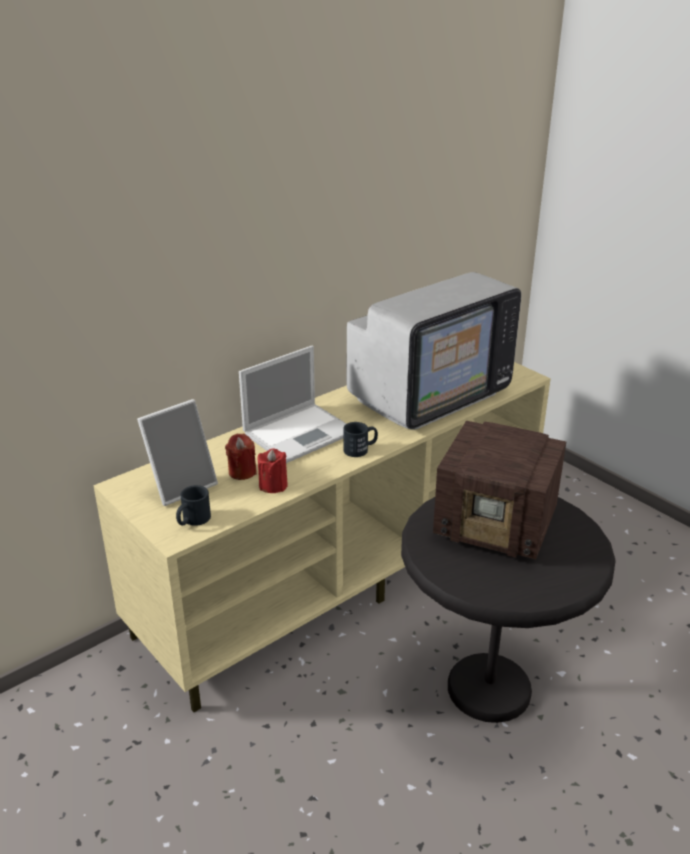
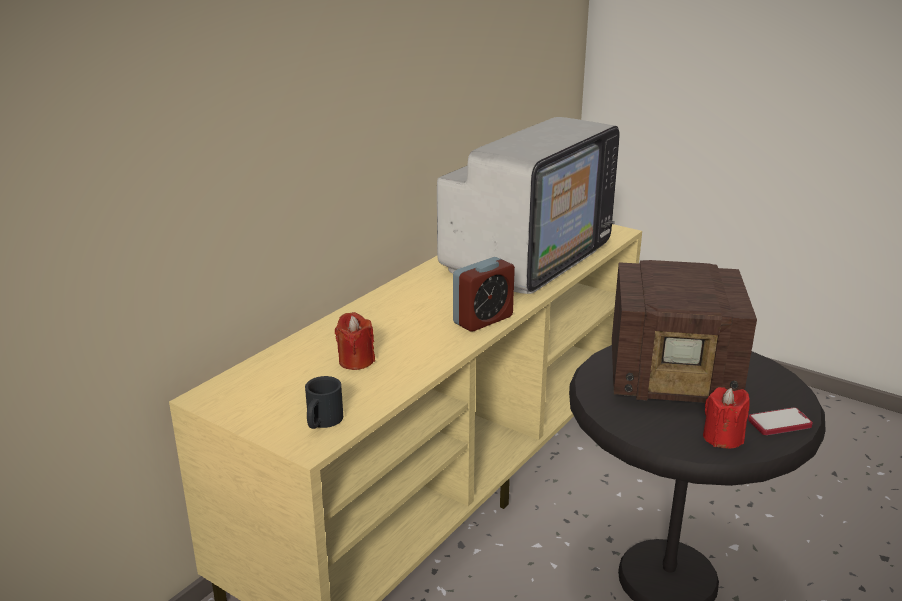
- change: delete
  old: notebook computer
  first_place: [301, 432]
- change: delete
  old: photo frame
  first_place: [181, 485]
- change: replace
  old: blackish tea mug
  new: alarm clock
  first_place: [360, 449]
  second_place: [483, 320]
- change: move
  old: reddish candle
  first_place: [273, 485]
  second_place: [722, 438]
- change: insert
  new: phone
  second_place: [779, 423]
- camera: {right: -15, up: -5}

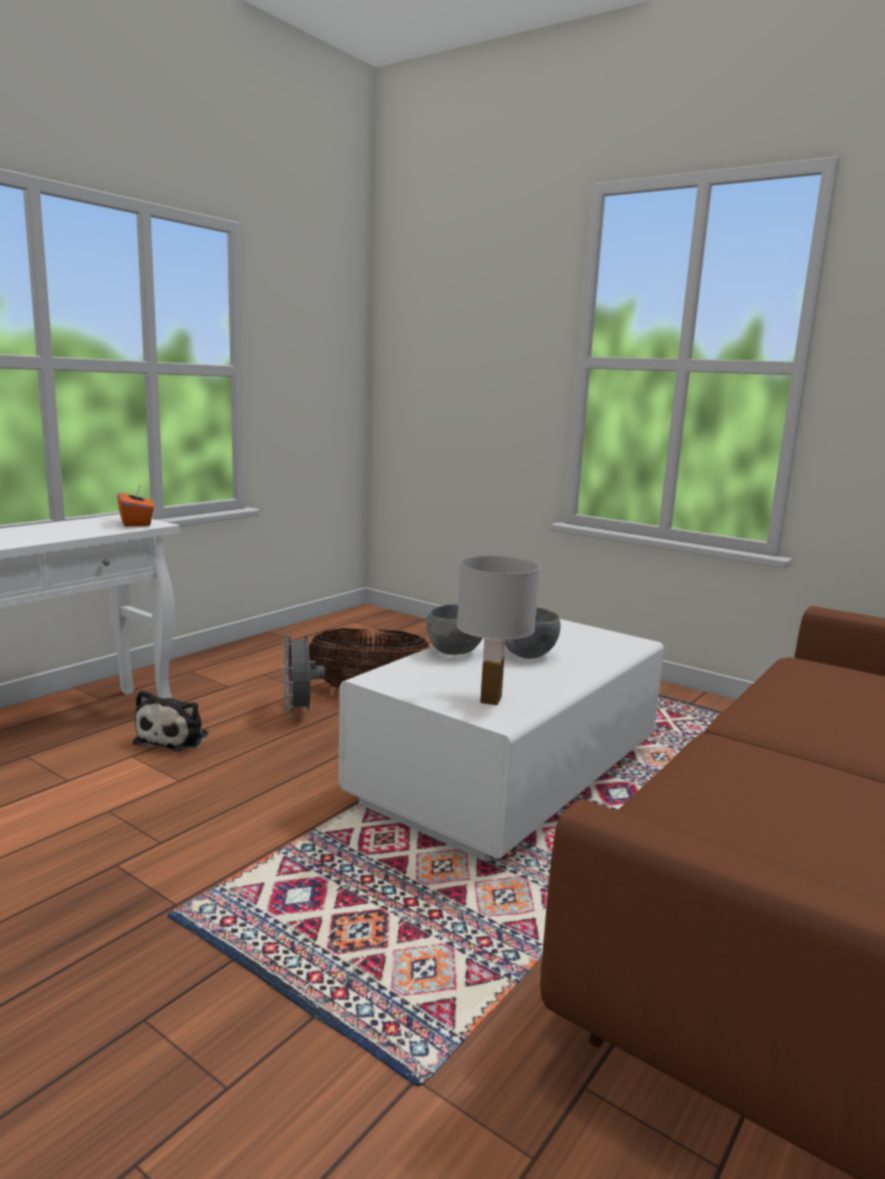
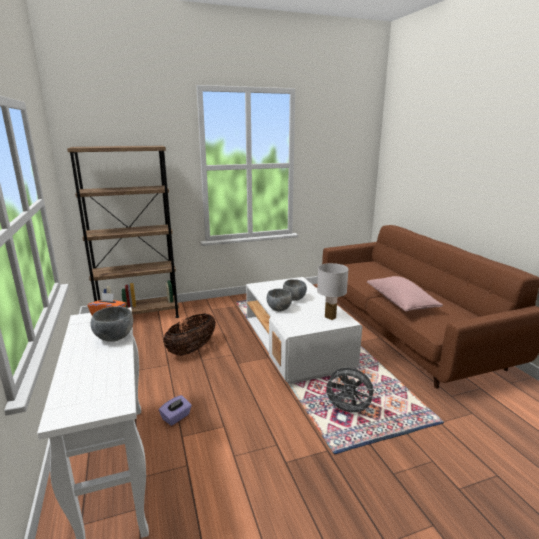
- change: move
  old: grey fan
  first_place: [299, 712]
  second_place: [348, 411]
- change: replace
  old: plush toy
  new: purple tissue holder
  first_place: [175, 738]
  second_place: [176, 417]
- change: insert
  new: brown-coloured bookcase
  second_place: [139, 316]
- change: insert
  new: pink-coloured pillow
  second_place: [400, 303]
- change: insert
  new: grey serving bowl
  second_place: [114, 337]
- camera: {right: -55, up: 5}

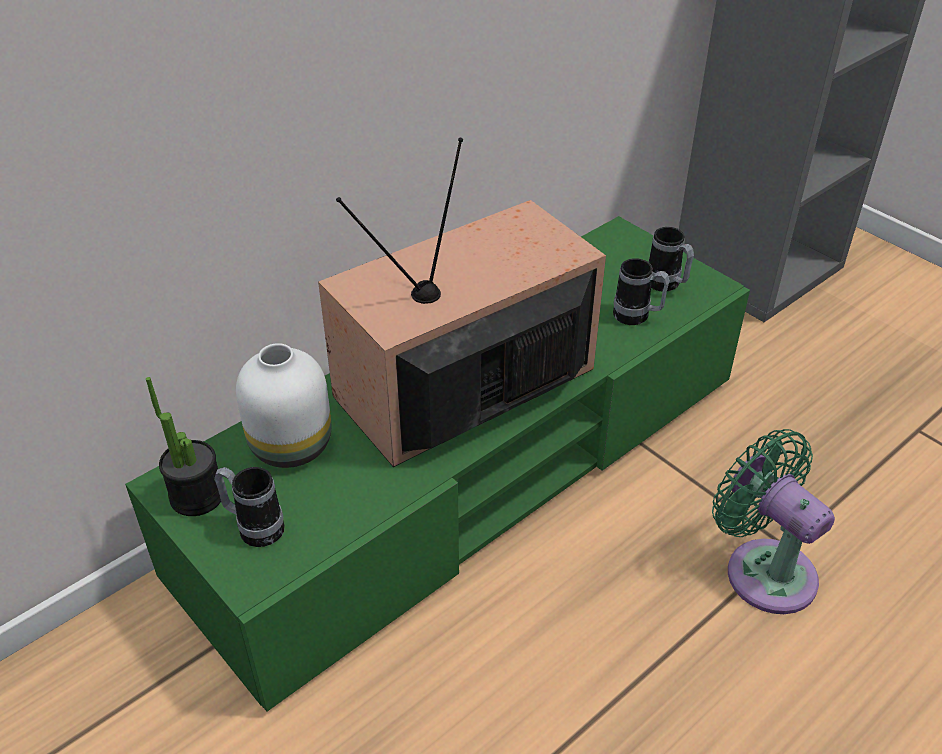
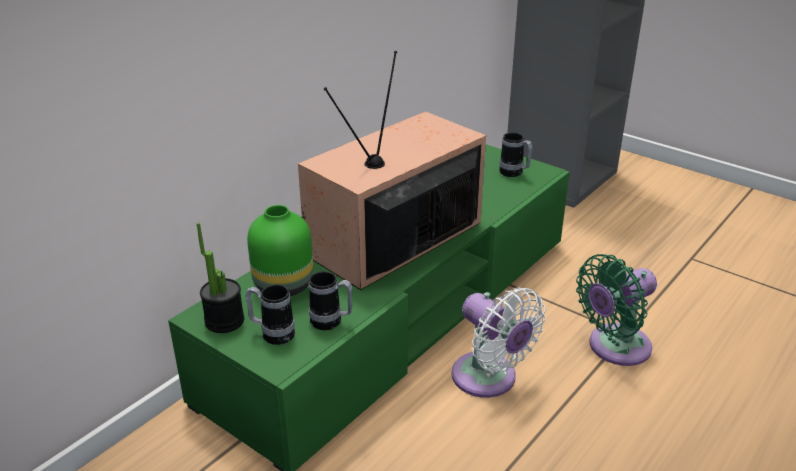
- change: move
  old: tea mug
  first_place: [637, 317]
  second_place: [331, 322]
- change: recolor
  old: whitish flower vase
  new: greenish flower vase
  first_place: [293, 445]
  second_place: [285, 285]
- change: rotate
  old: greenish fan
  first_place: [763, 569]
  second_place: [614, 348]
  degrees: -75
- change: insert
  new: whitish fan
  second_place: [489, 379]
- camera: {right: -10, up: -10}

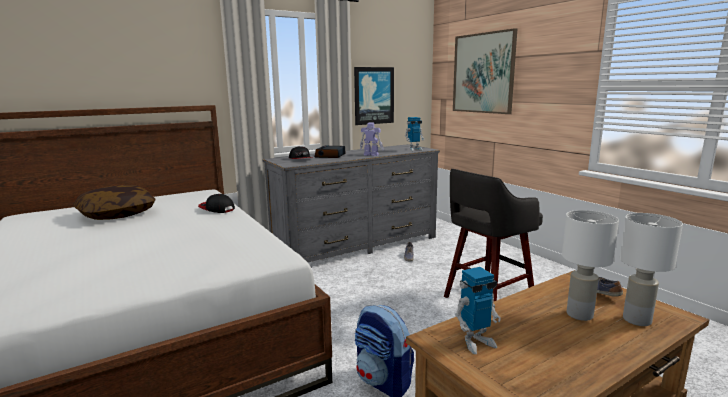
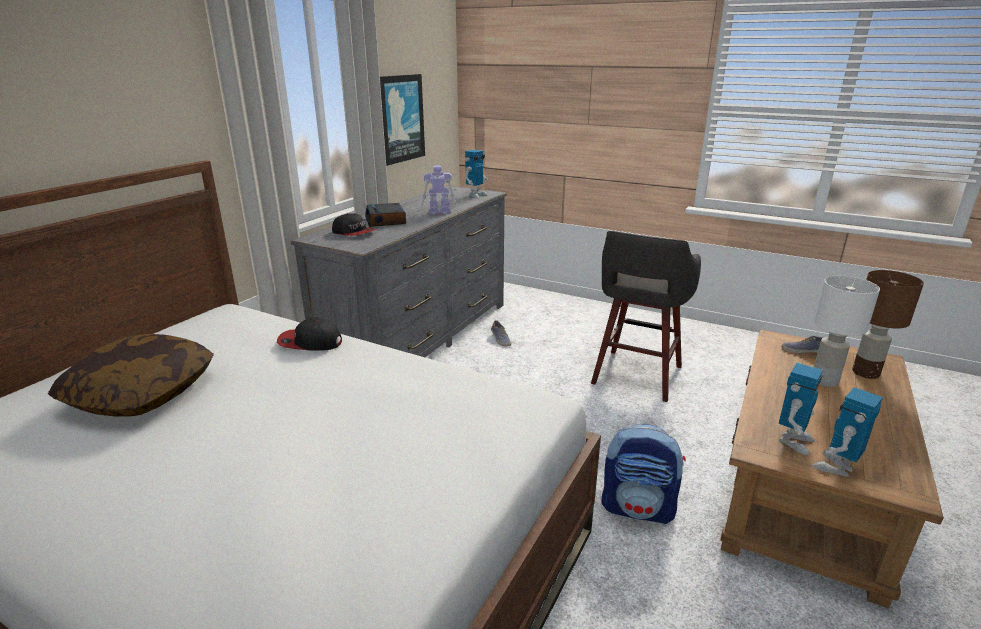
- change: delete
  old: picture
  first_place: [483, 73]
- change: recolor
  old: whitish table lamp
  new: brown-coloured table lamp
  first_place: [636, 320]
  second_place: [865, 373]
- change: insert
  new: model robot
  second_place: [836, 467]
- camera: {right: -30, up: 10}

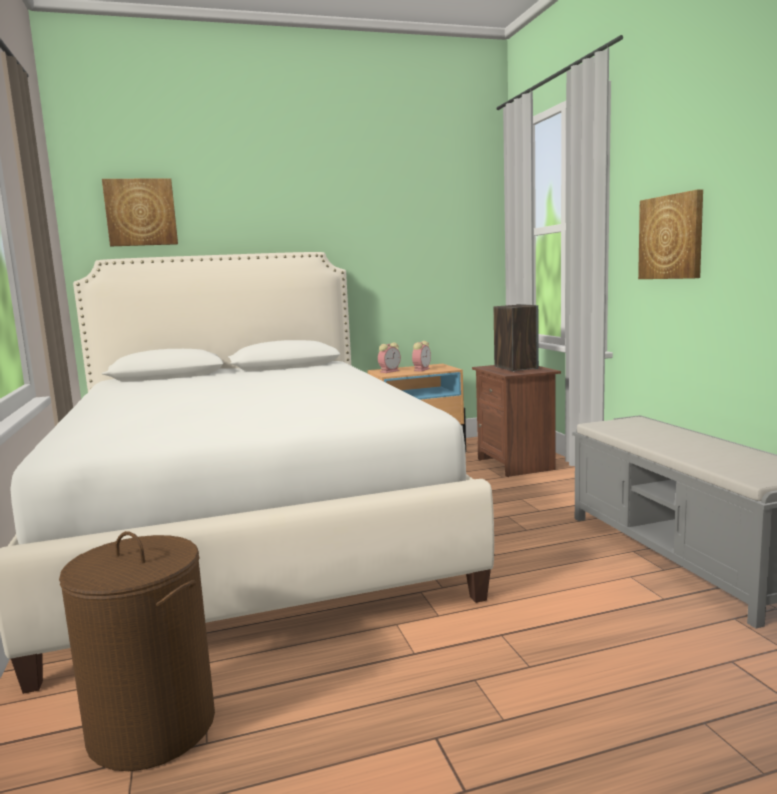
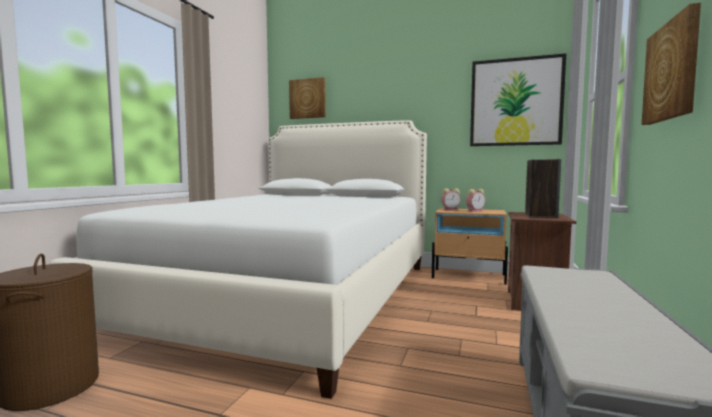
- change: insert
  new: picture
  second_place: [515, 102]
- camera: {right: 35, up: -5}

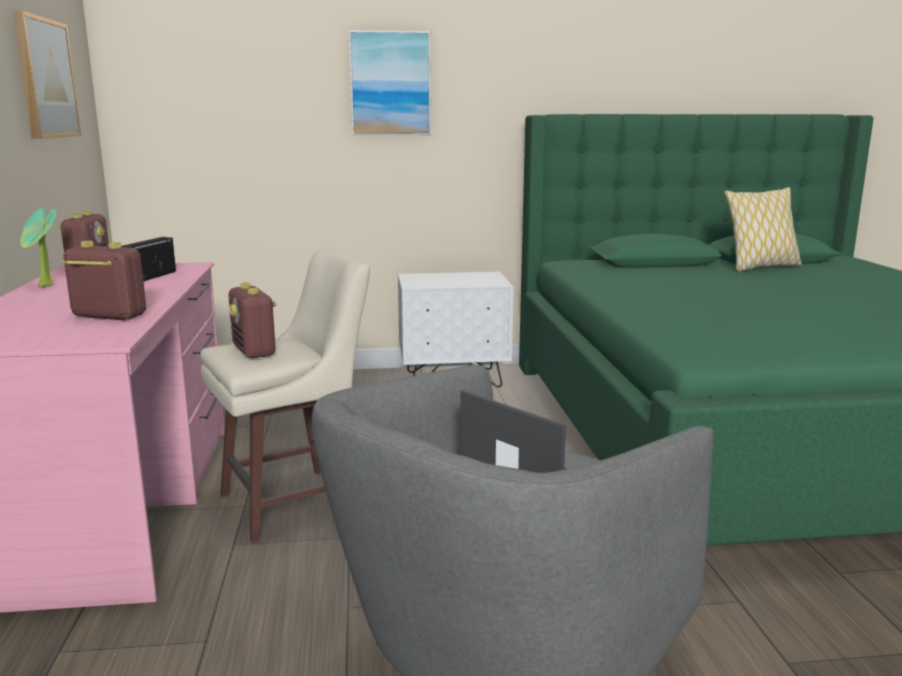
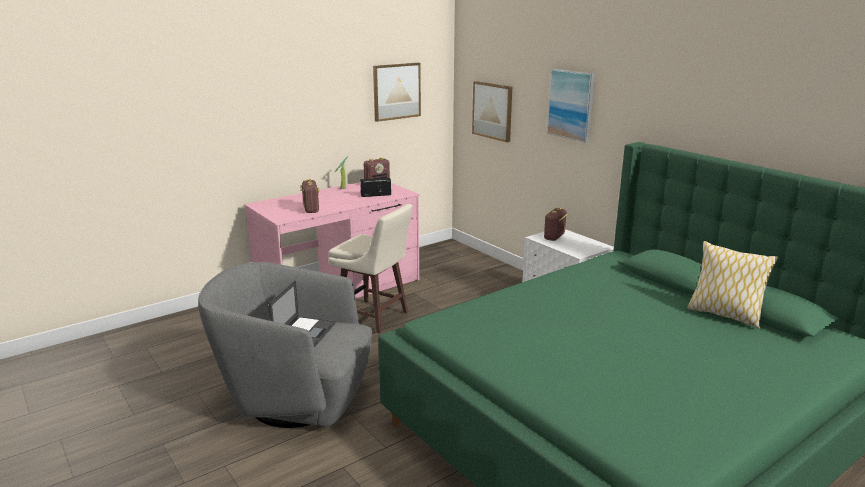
- change: move
  old: radio
  first_place: [254, 351]
  second_place: [554, 237]
- change: insert
  new: picture
  second_place: [492, 111]
- camera: {right: 60, up: 5}

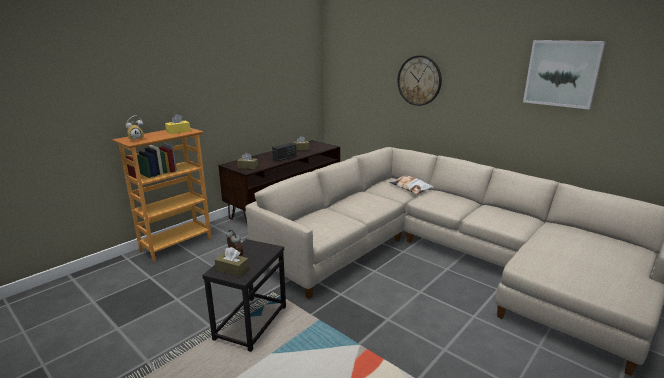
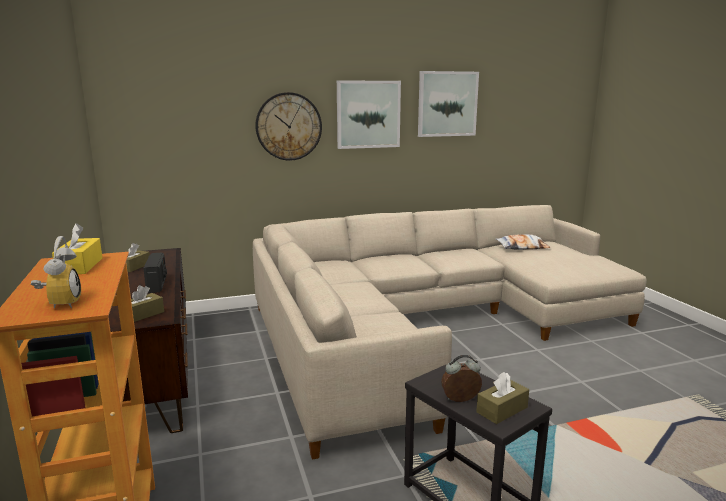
- change: move
  old: pillow
  first_place: [410, 188]
  second_place: [522, 247]
- change: insert
  new: picture
  second_place: [368, 114]
- camera: {right: -60, up: -5}

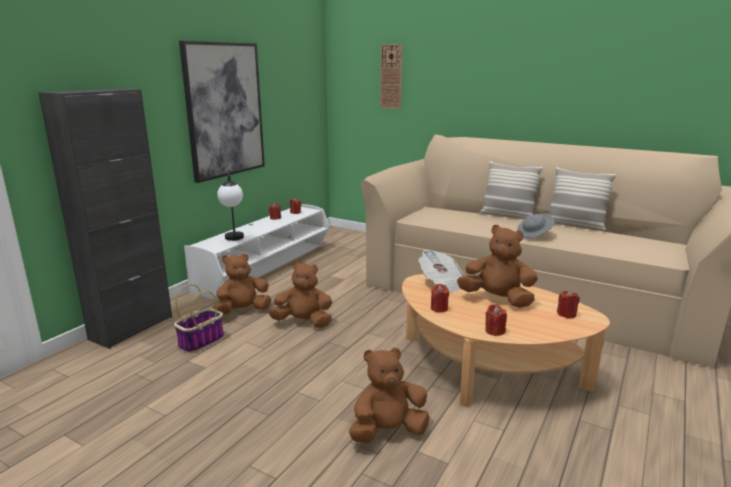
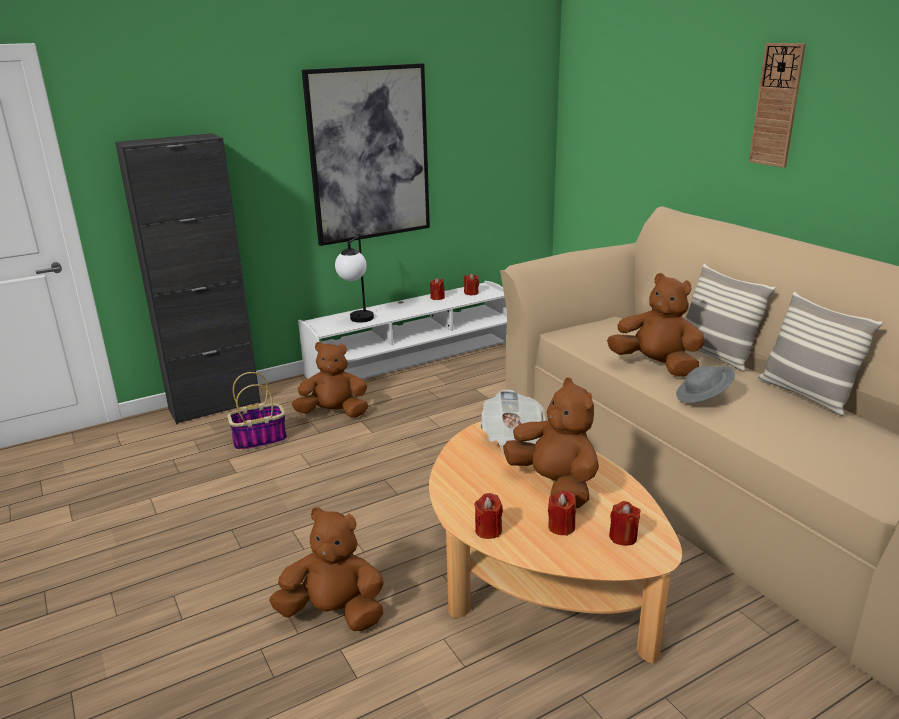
- change: move
  old: hanging clock
  first_place: [391, 76]
  second_place: [777, 105]
- change: move
  old: brown-coloured plush toy
  first_place: [303, 322]
  second_place: [656, 366]
- change: move
  old: reddish candle
  first_place: [439, 308]
  second_place: [561, 527]
- camera: {right: 30, up: 5}

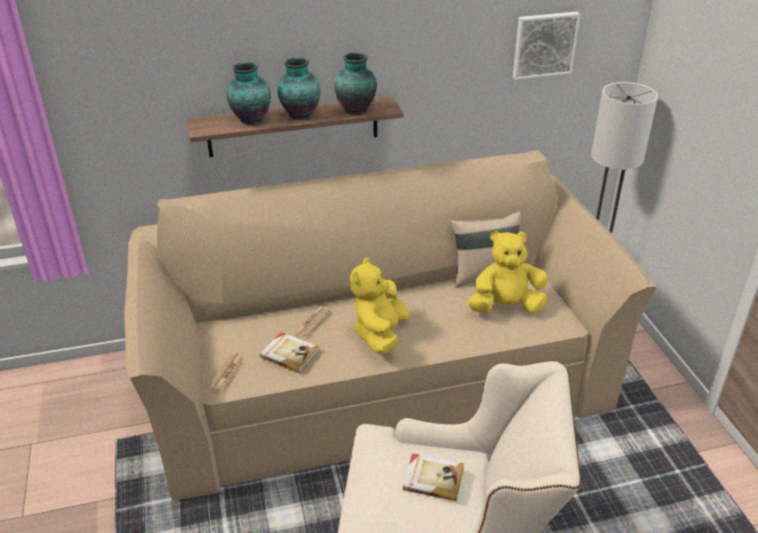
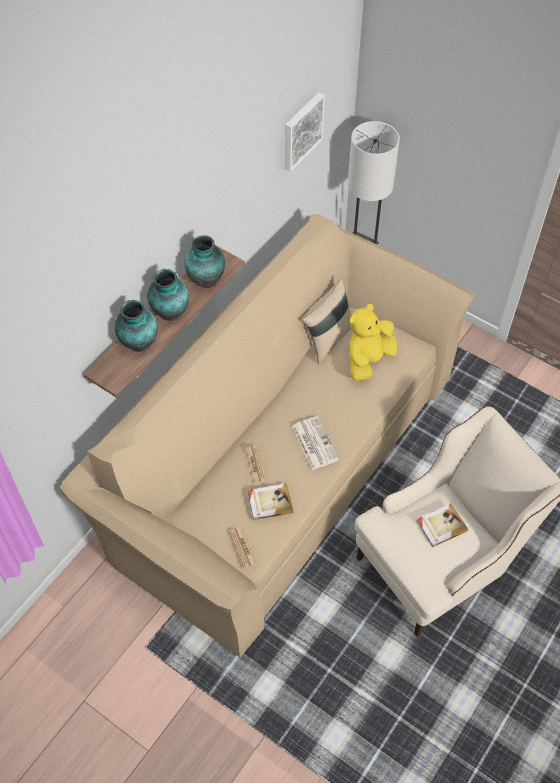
- change: replace
  old: yellow plush toy
  new: printed paper
  first_place: [380, 334]
  second_place: [314, 443]
- camera: {right: -40, up: 20}

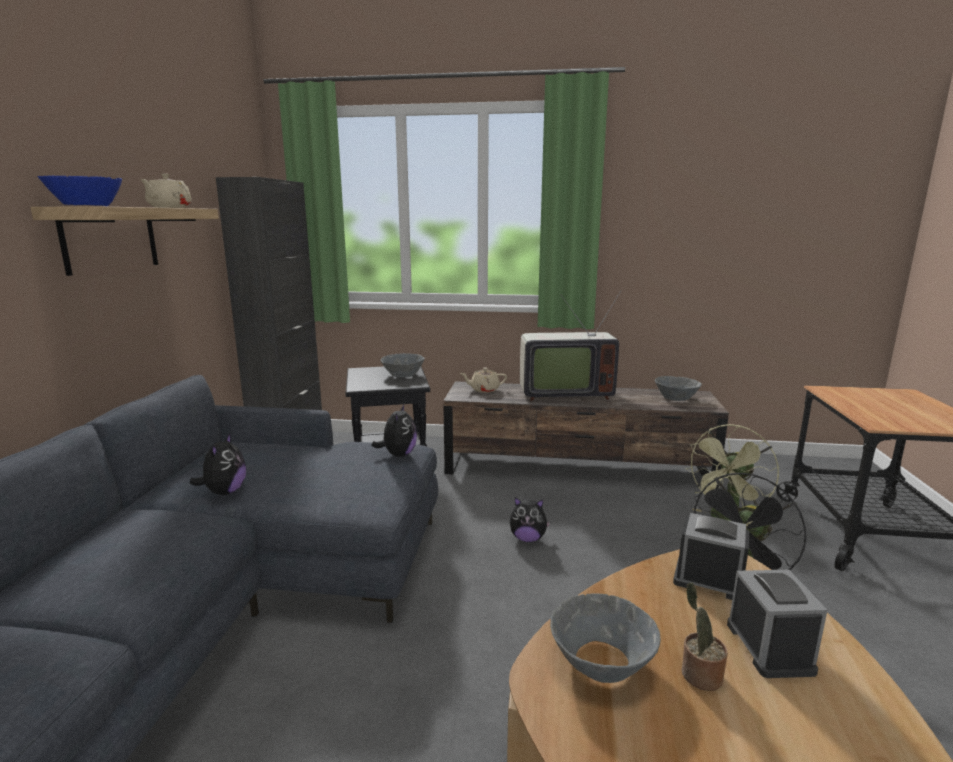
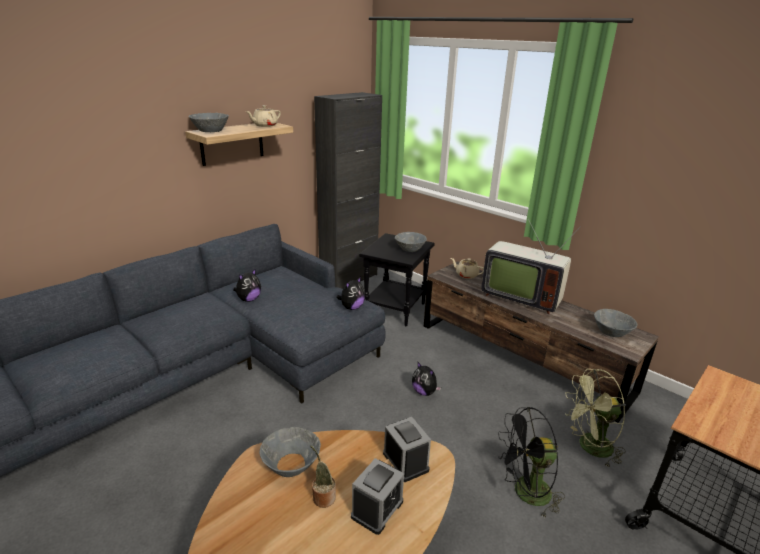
- change: recolor
  old: blue-coloured serving bowl
  new: grey serving bowl
  first_place: [86, 206]
  second_place: [210, 131]
- camera: {right: 35, up: 10}

